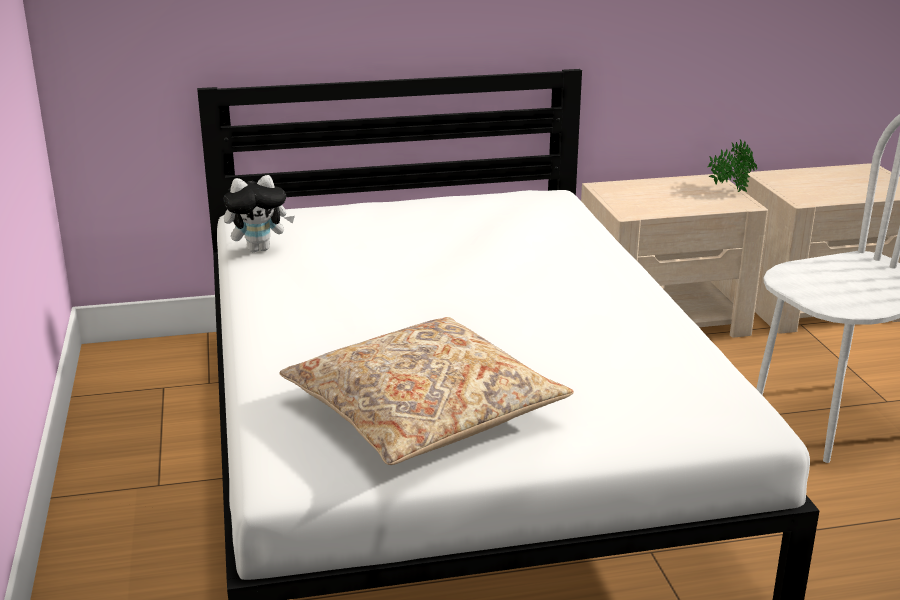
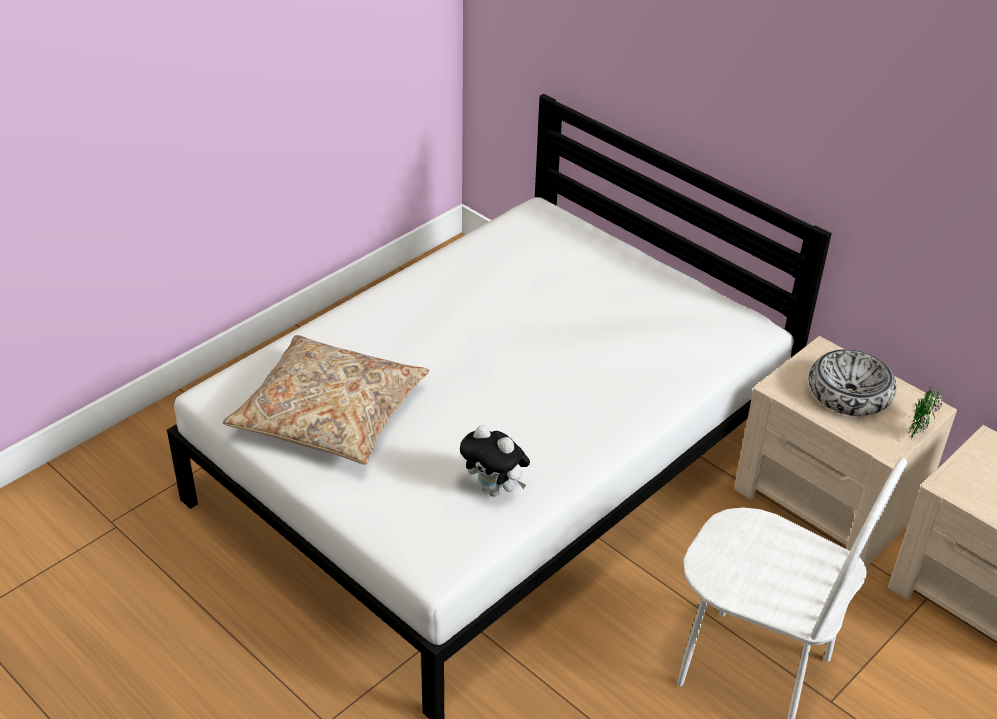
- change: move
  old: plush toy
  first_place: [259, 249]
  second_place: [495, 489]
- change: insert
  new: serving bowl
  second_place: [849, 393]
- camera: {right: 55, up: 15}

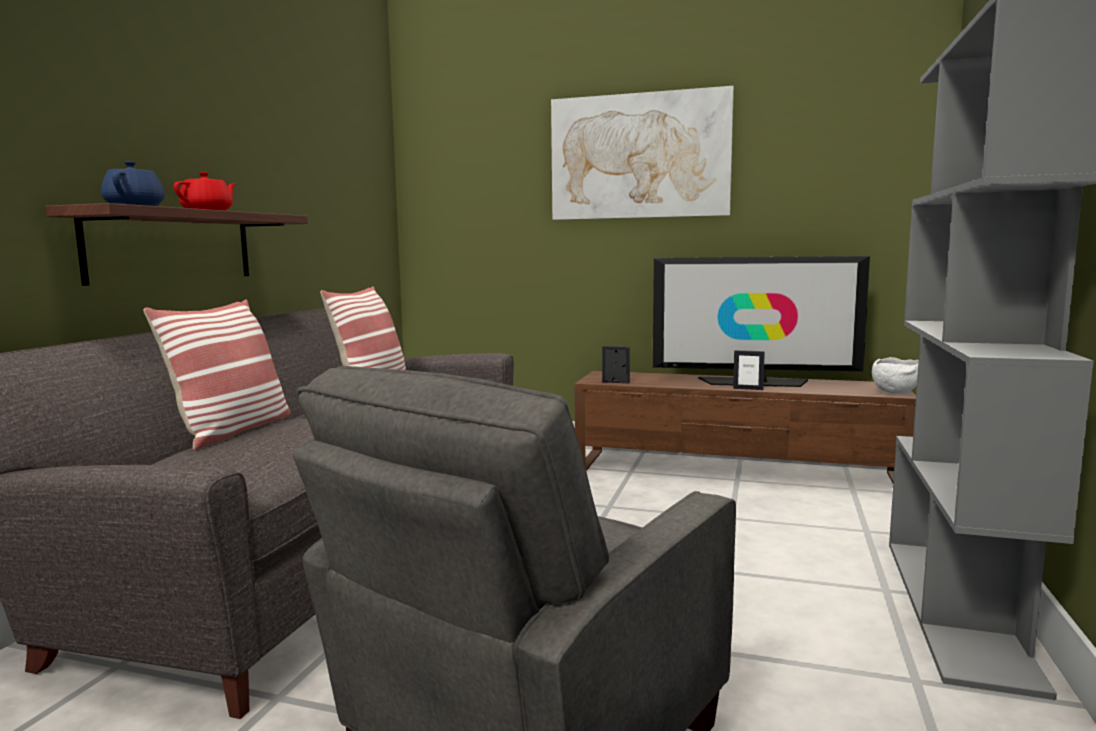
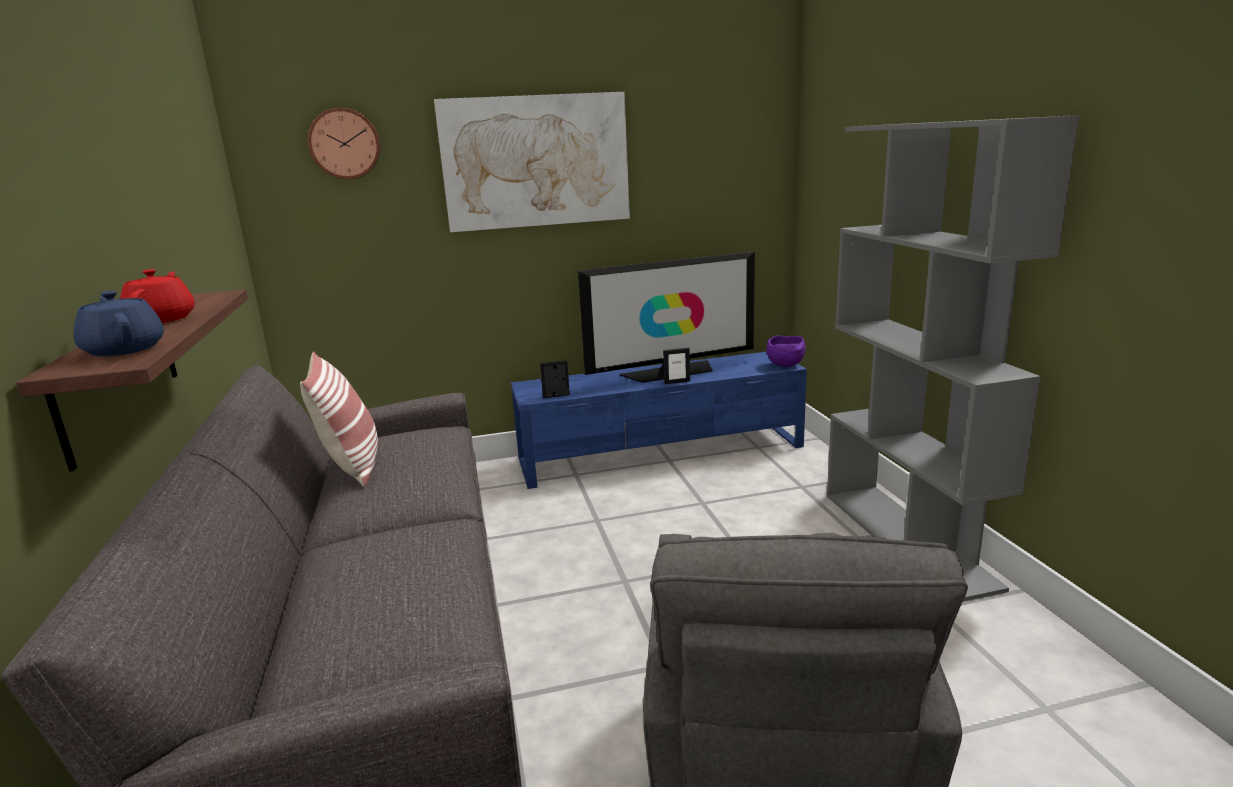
- change: delete
  old: pillow
  first_place: [233, 431]
- change: recolor
  old: whitish serving bowl
  new: purple serving bowl
  first_place: [897, 393]
  second_place: [786, 365]
- change: recolor
  old: brown-coloured tv unit
  new: blue-coloured tv unit
  first_place: [736, 473]
  second_place: [662, 453]
- change: insert
  new: hanging clock
  second_place: [345, 144]
- camera: {right: -30, up: 10}

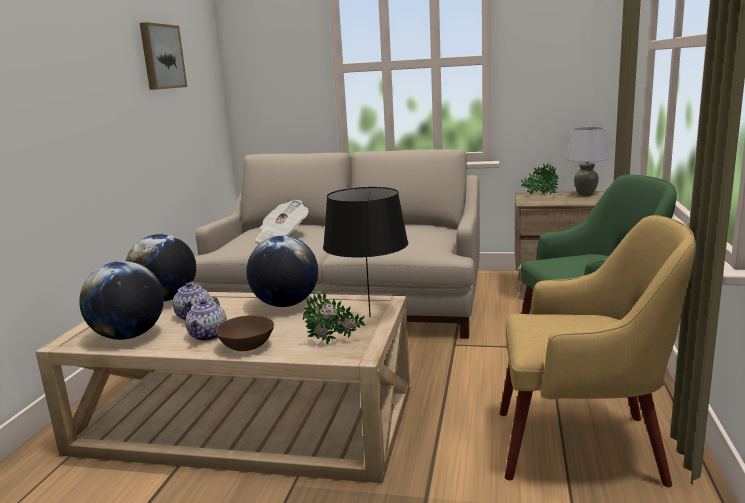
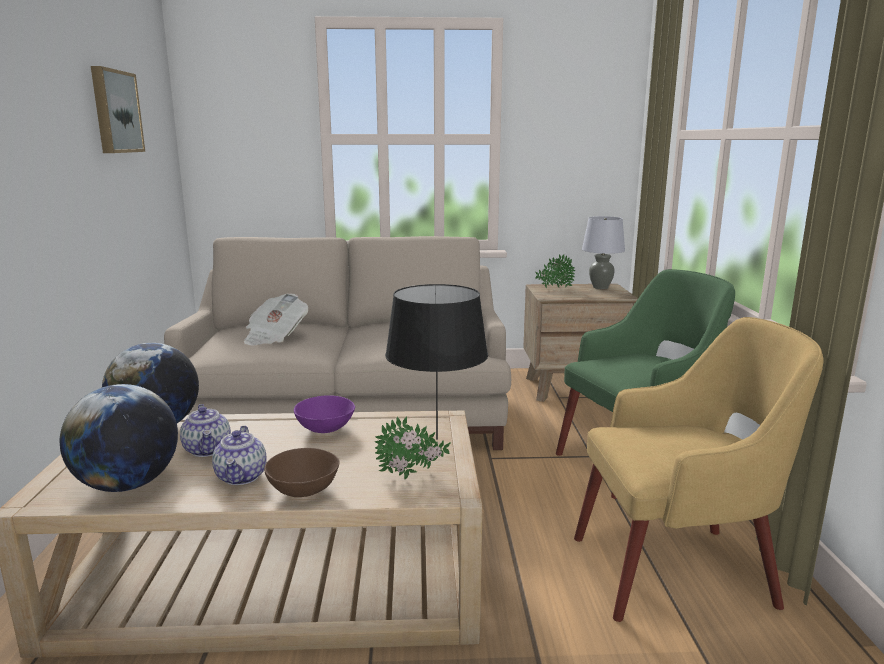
- change: replace
  old: globe
  new: purple serving bowl
  first_place: [286, 304]
  second_place: [324, 428]
- camera: {right: -15, up: 0}

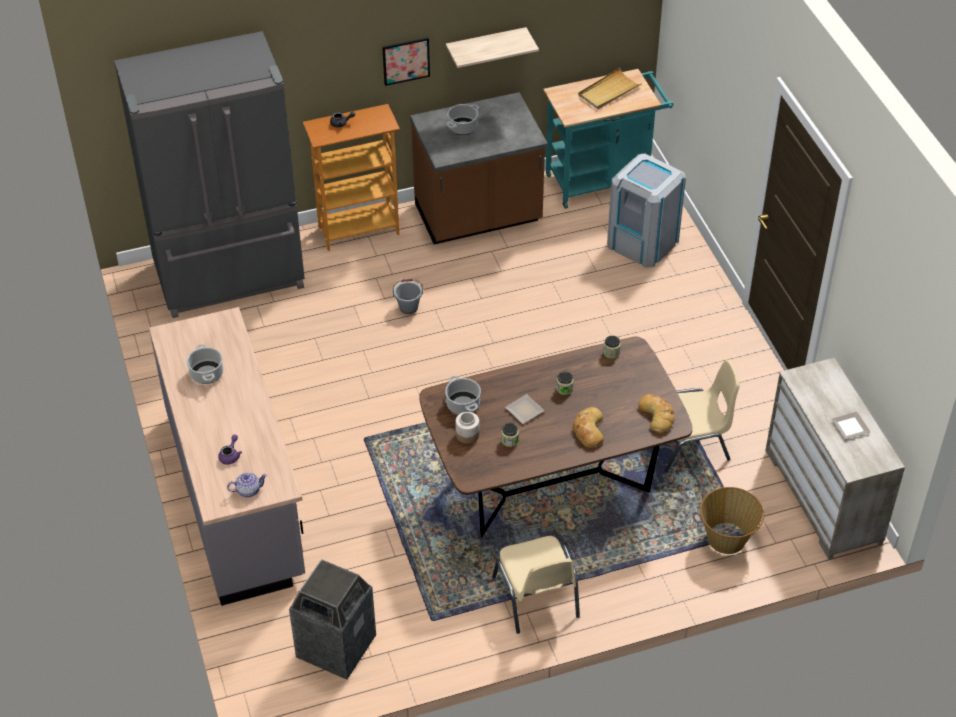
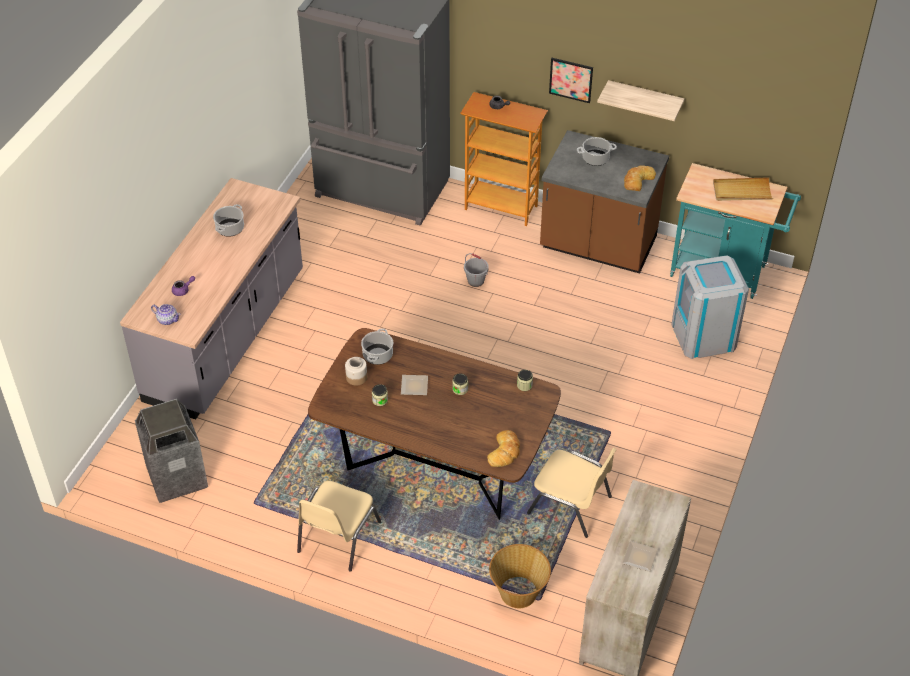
- change: move
  old: baked bread
  first_place: [588, 430]
  second_place: [637, 180]
- camera: {right: 40, up: 0}

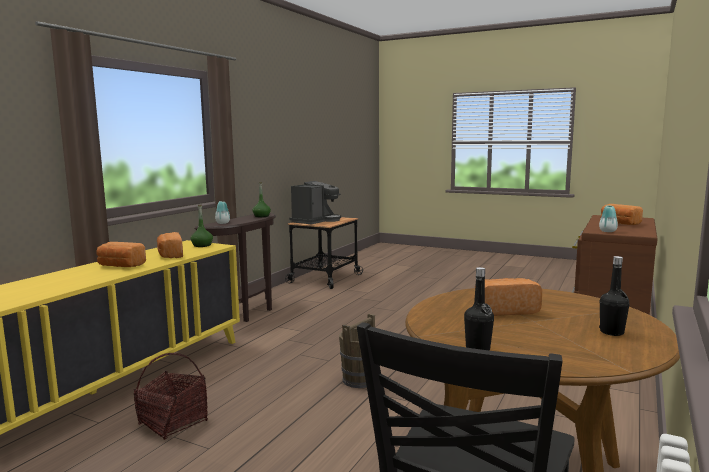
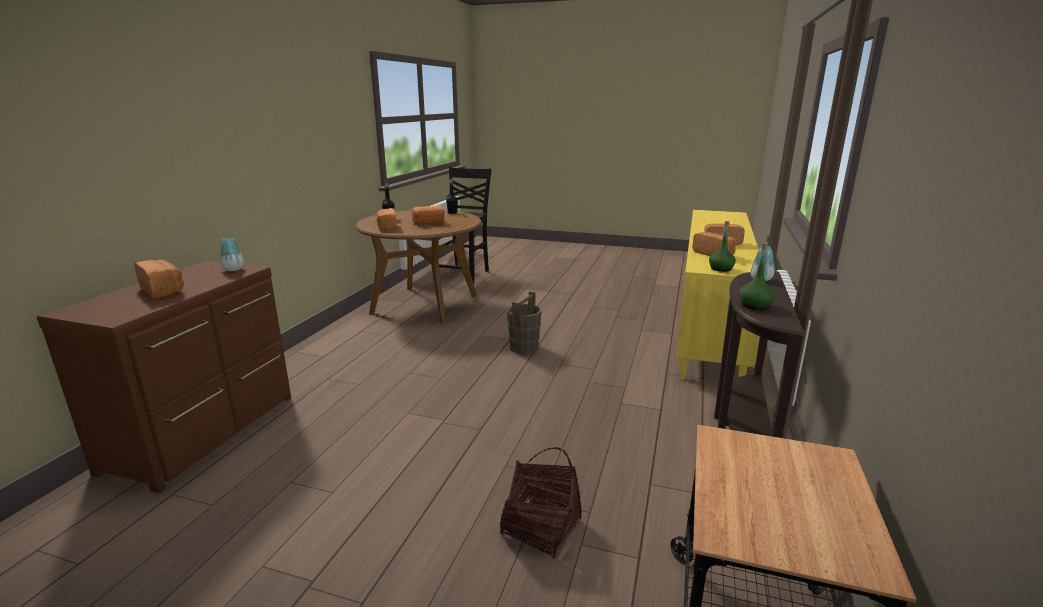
- change: delete
  old: coffee machine
  first_place: [316, 221]
- change: move
  old: storage basket
  first_place: [173, 423]
  second_place: [540, 527]
- change: insert
  new: baked bread
  second_place: [387, 227]
- camera: {right: 170, up: 10}

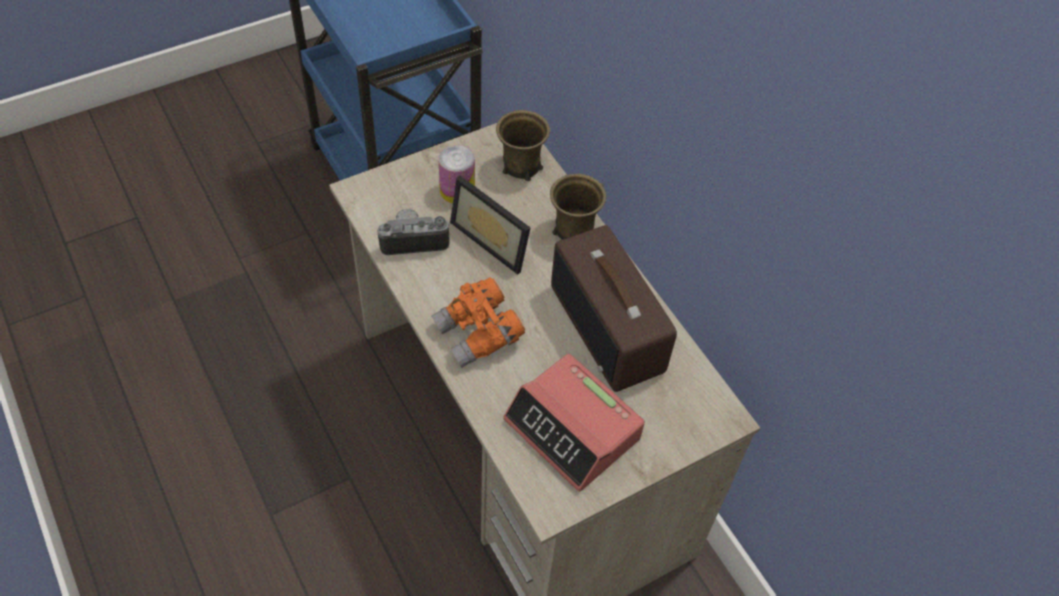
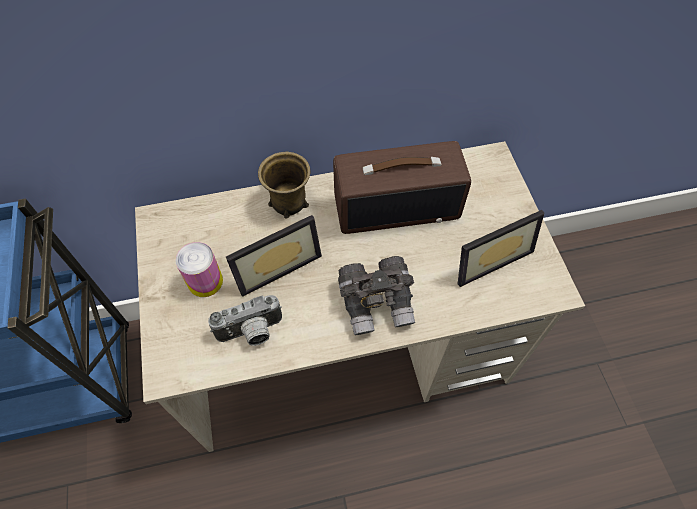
- change: delete
  old: brown-coloured tea mug
  first_place: [520, 166]
- change: rotate
  old: photo camera
  first_place: [414, 240]
  second_place: [251, 333]
  degrees: -120
- change: recolor
  old: orange-coloured field glasses
  new: grey field glasses
  first_place: [478, 334]
  second_place: [377, 302]
- change: replace
  old: alarm clock
  new: photo frame
  first_place: [573, 430]
  second_place: [488, 256]
- camera: {right: -70, up: 5}

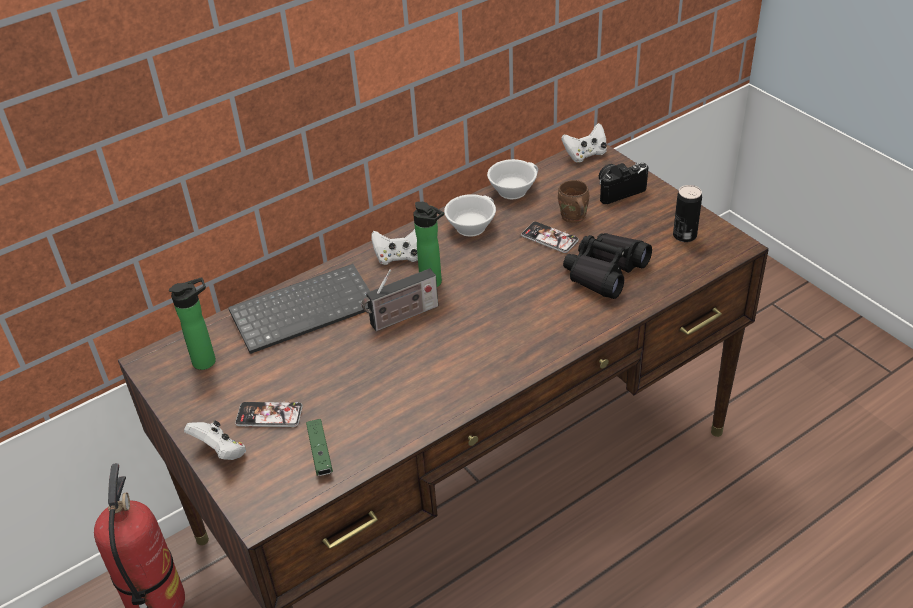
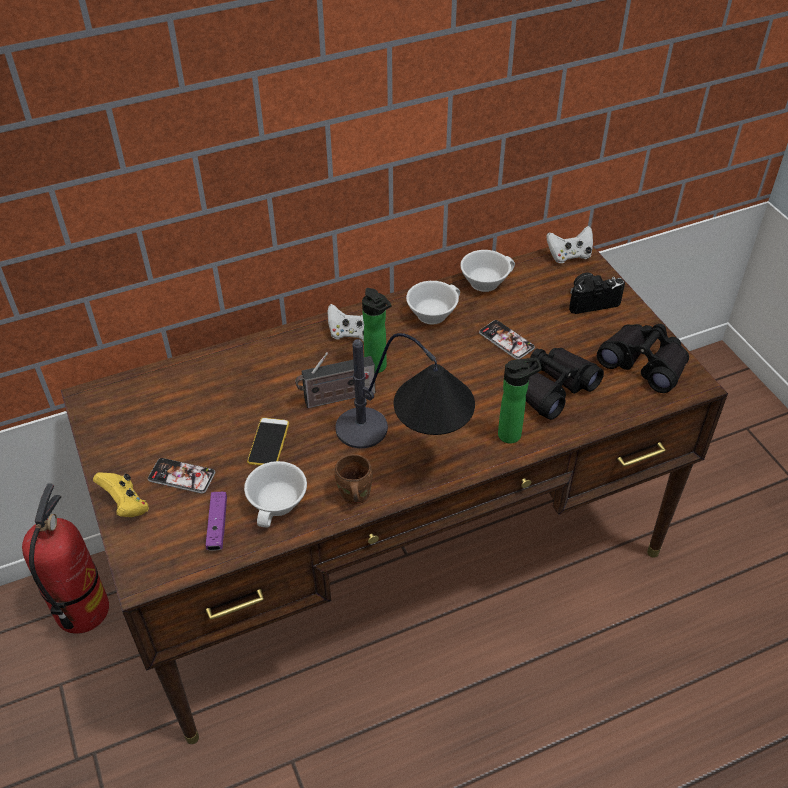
- change: move
  old: brown-coloured tea mug
  first_place: [572, 217]
  second_place: [353, 495]
- change: replace
  old: can
  new: blackish field glasses
  first_place: [684, 235]
  second_place: [644, 363]
- change: delete
  old: keyboard
  first_place: [305, 308]
- change: move
  old: beverage bottle
  first_place: [208, 360]
  second_place: [513, 434]
- change: recolor
  old: greenish joypad
  new: purple joypad
  first_place: [320, 453]
  second_place: [217, 525]
- change: recolor
  old: whitish joypad
  new: yellow joypad
  first_place: [220, 452]
  second_place: [126, 505]
- change: insert
  new: table lamp
  second_place: [405, 452]
- change: insert
  new: phone
  second_place: [268, 442]
- change: insert
  new: whitish small cup
  second_place: [279, 504]
- camera: {right: 10, up: 5}

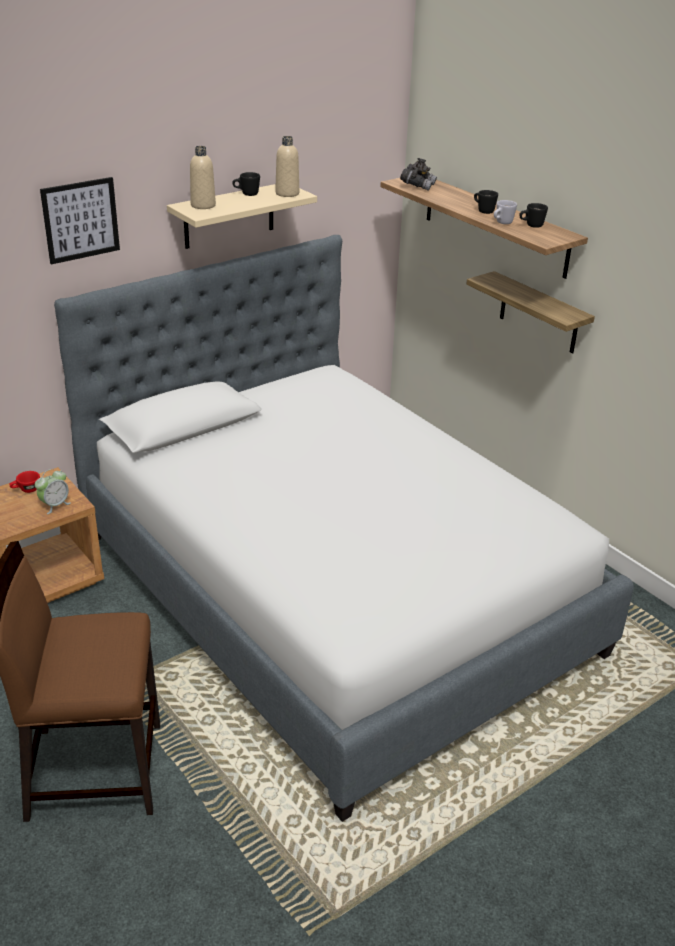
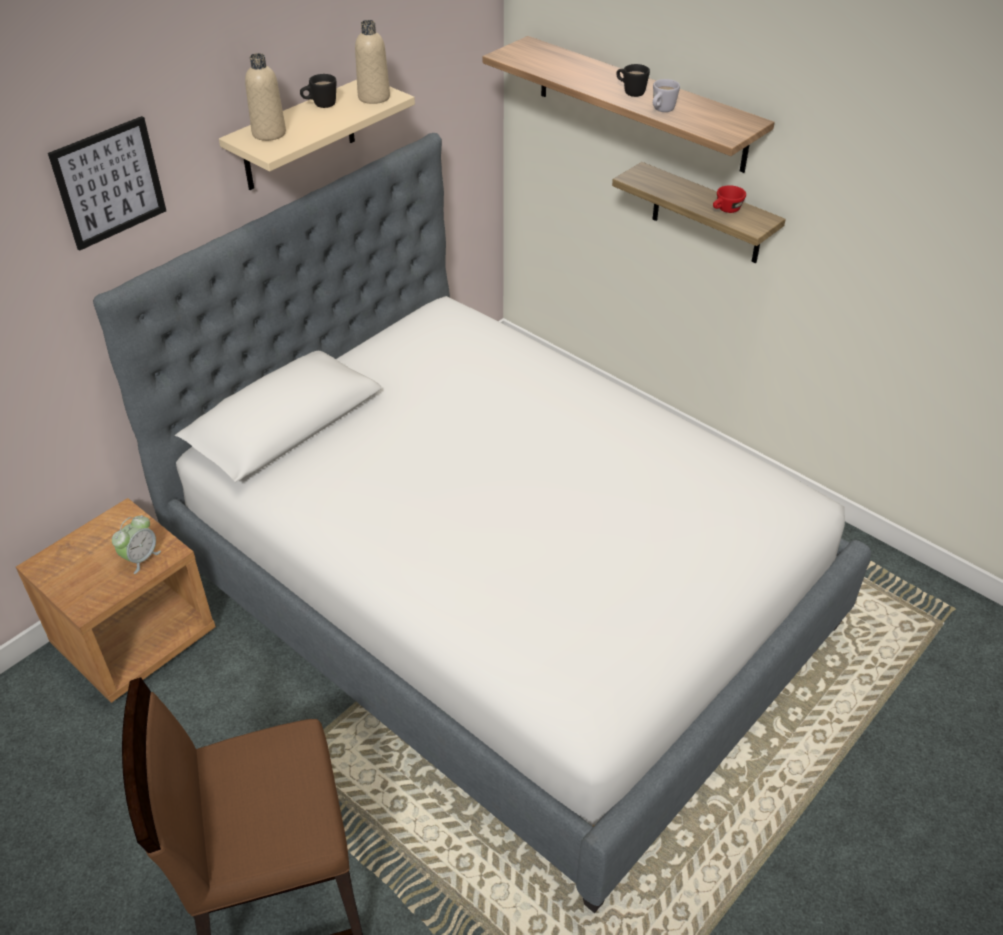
- change: delete
  old: grey field glasses
  first_place: [417, 186]
- change: delete
  old: blackish tea mug
  first_place: [531, 226]
- change: move
  old: reddish small cup
  first_place: [26, 490]
  second_place: [726, 210]
- camera: {right: -10, up: 10}

